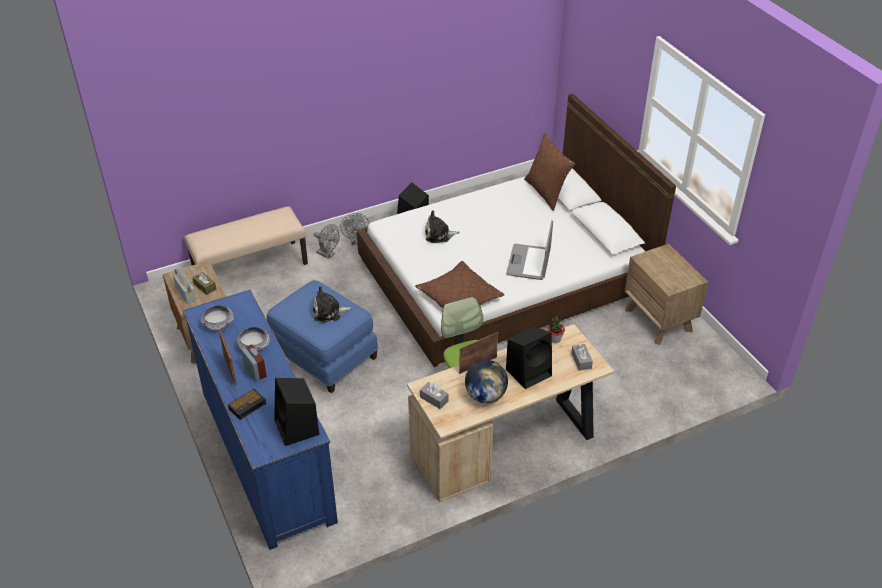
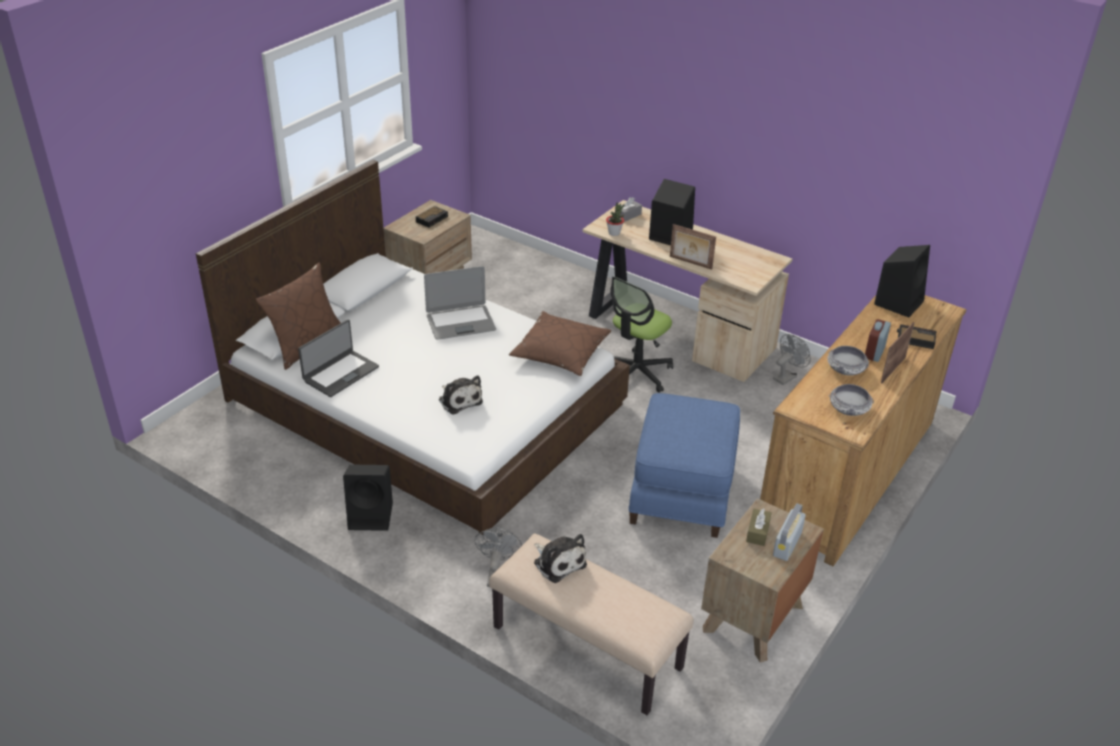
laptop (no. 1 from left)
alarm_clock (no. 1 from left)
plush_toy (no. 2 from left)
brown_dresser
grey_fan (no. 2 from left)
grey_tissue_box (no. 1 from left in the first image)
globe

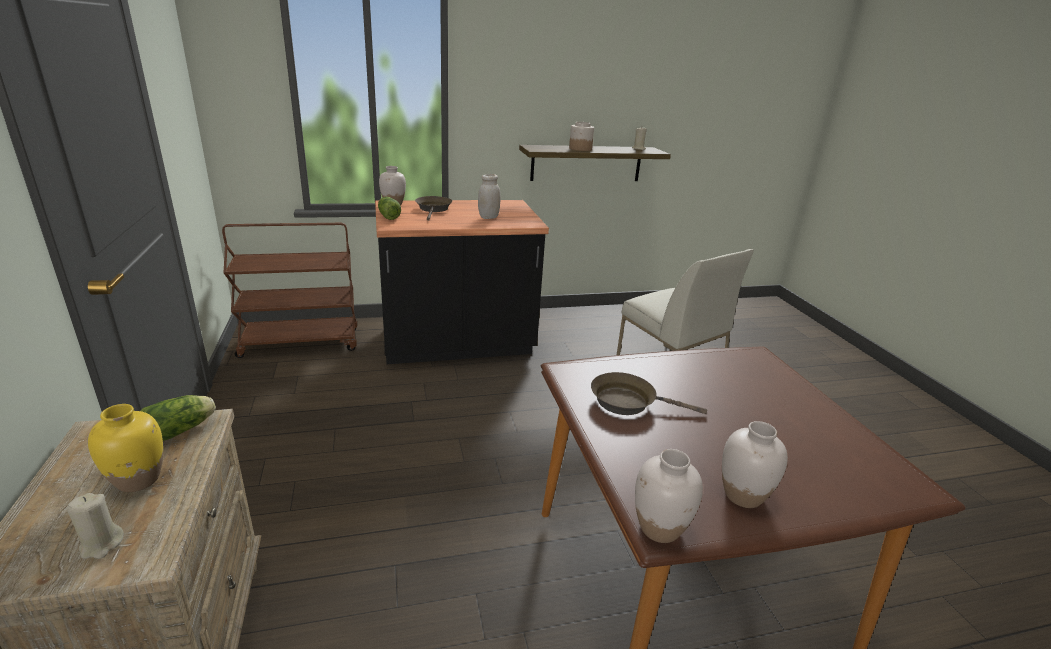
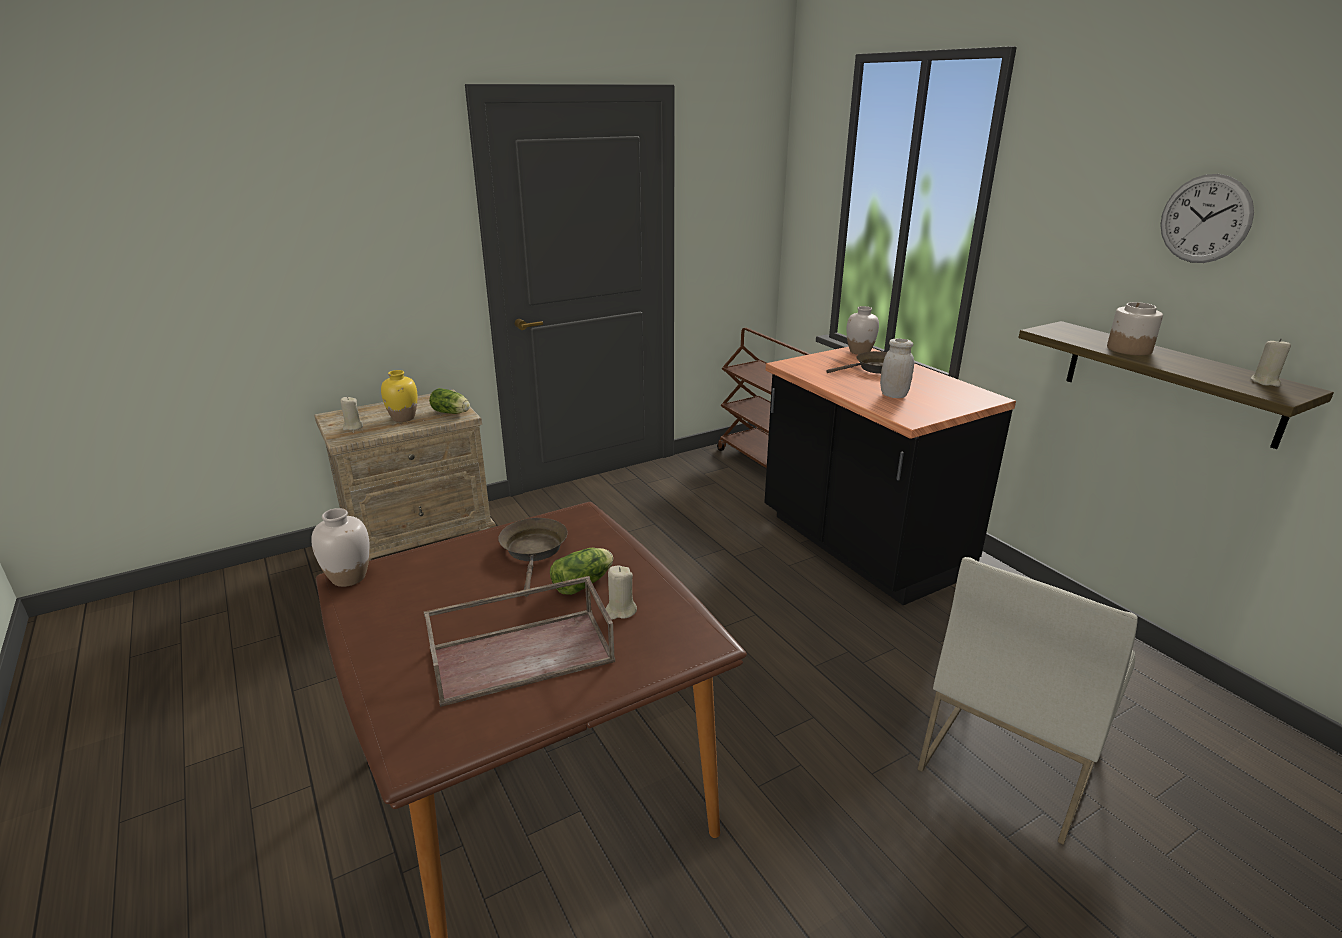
brown_tray
lettuce (no. 2 from left)
beige_candle (no. 2 from left)
wall_clock
white_vase (no. 3 from left in the first image)

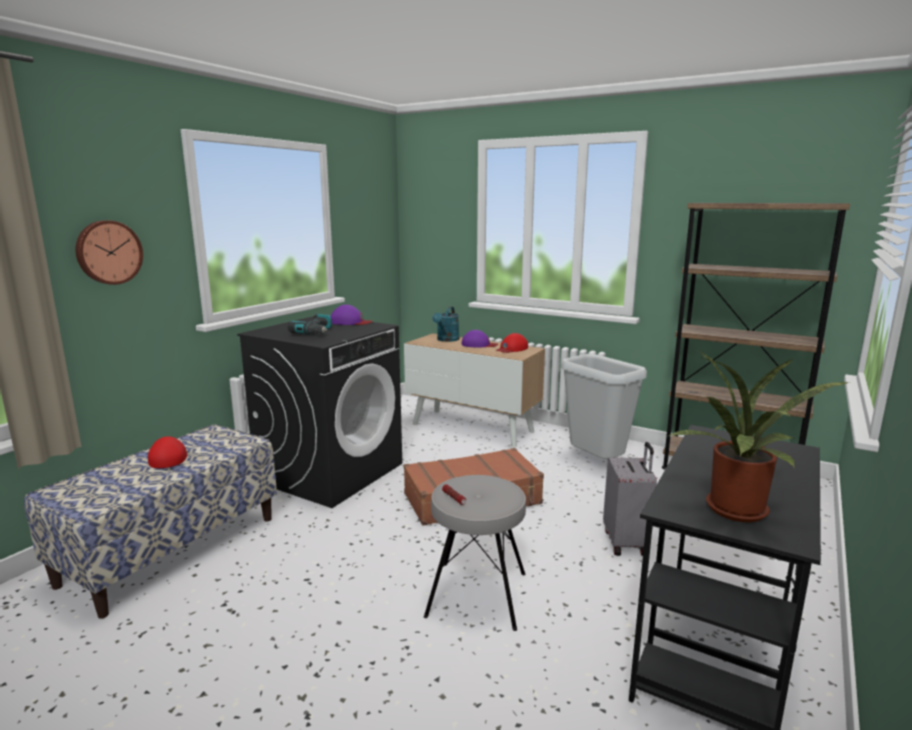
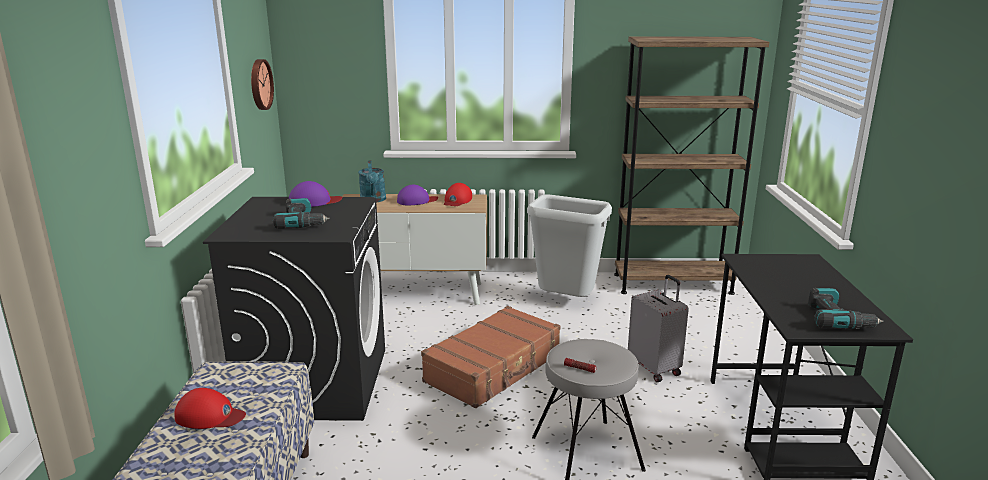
red_cap (no. 1 from left)
wall_clock
power_drill (no. 2 from left)

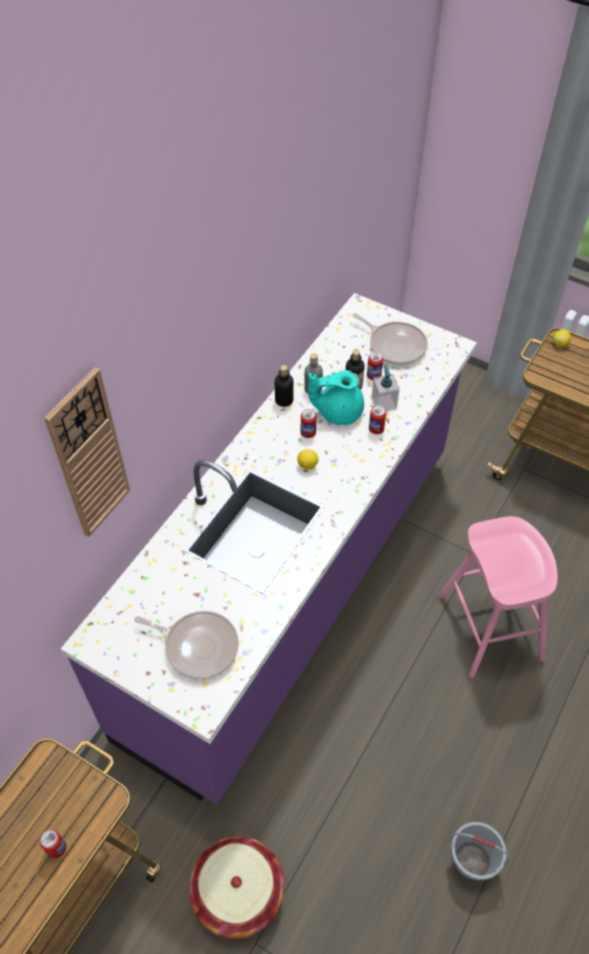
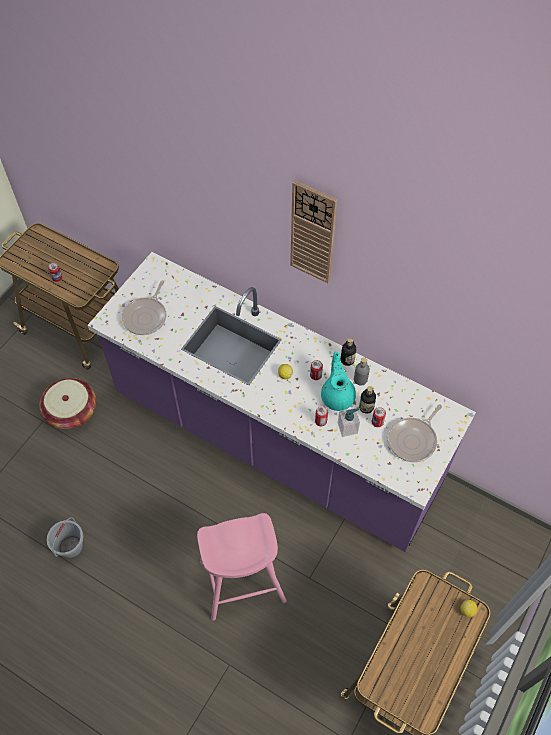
wall_clock

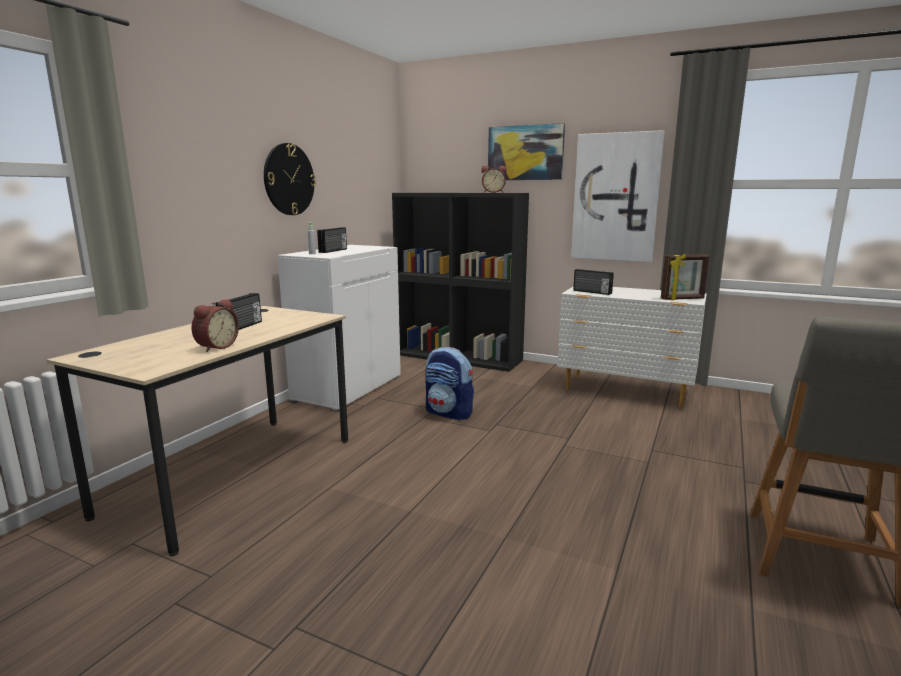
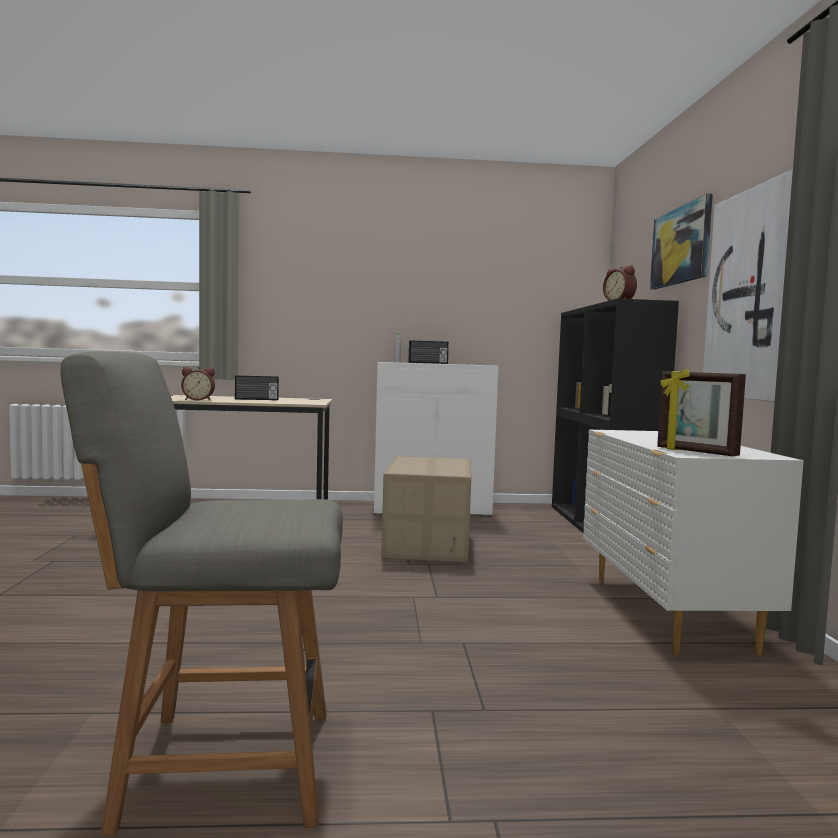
cardboard_box
wall_clock
radio (no. 3 from left in the first image)

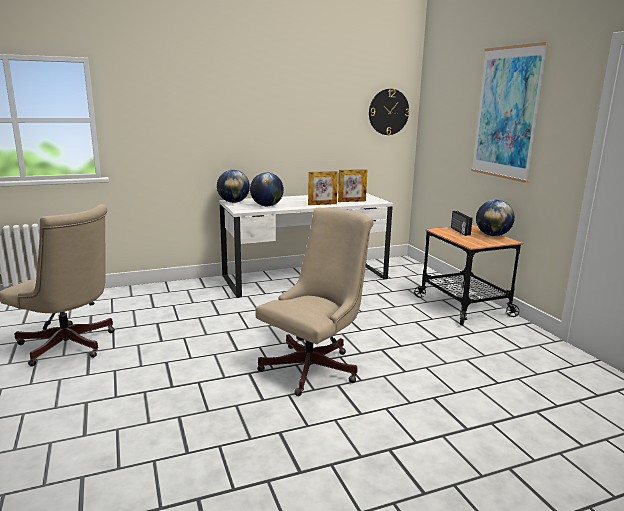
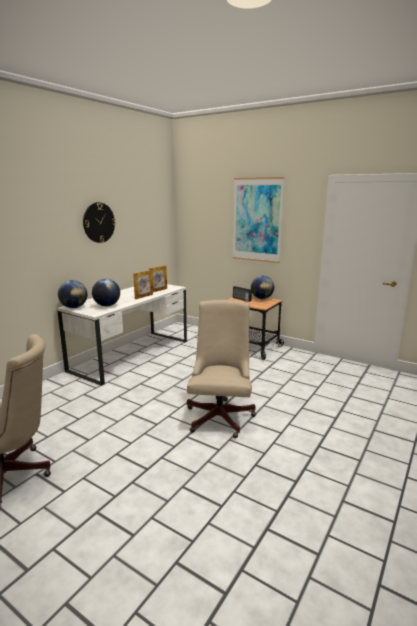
wall_clock

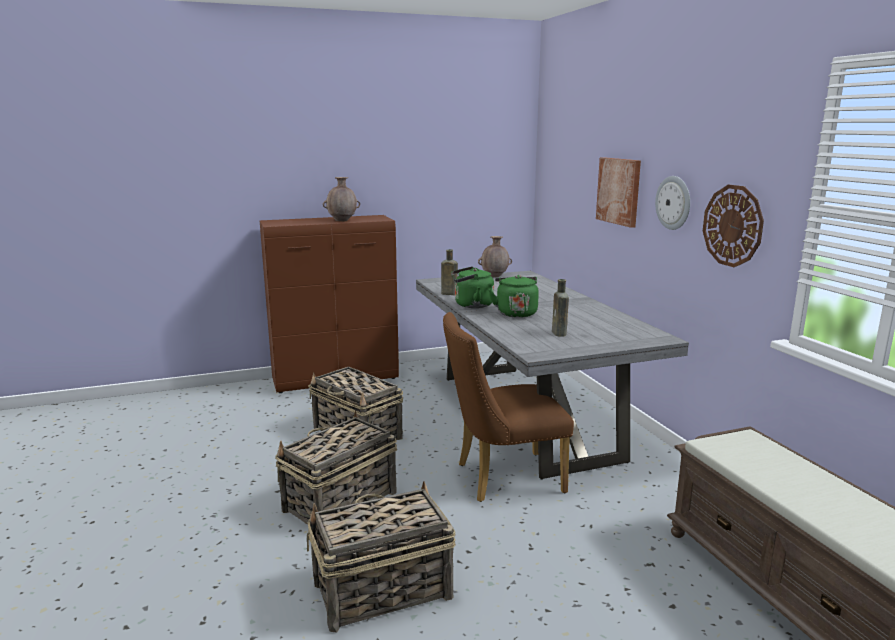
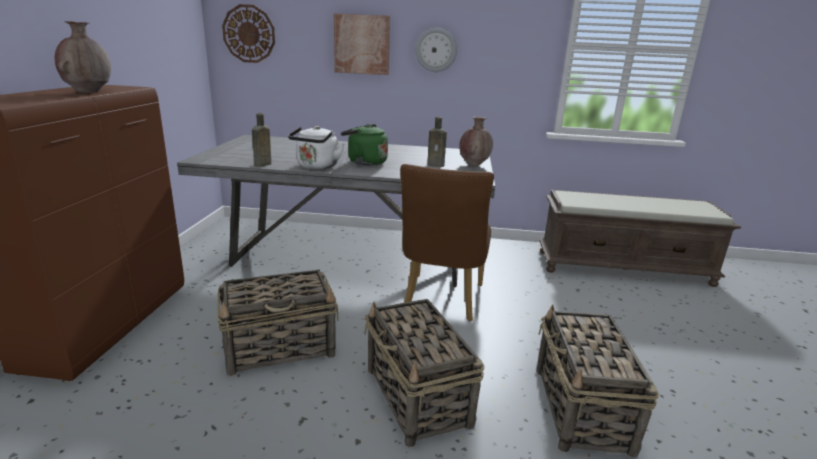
wall_clock (no. 1 from left)
white_kettle
brown_vase (no. 2 from left)

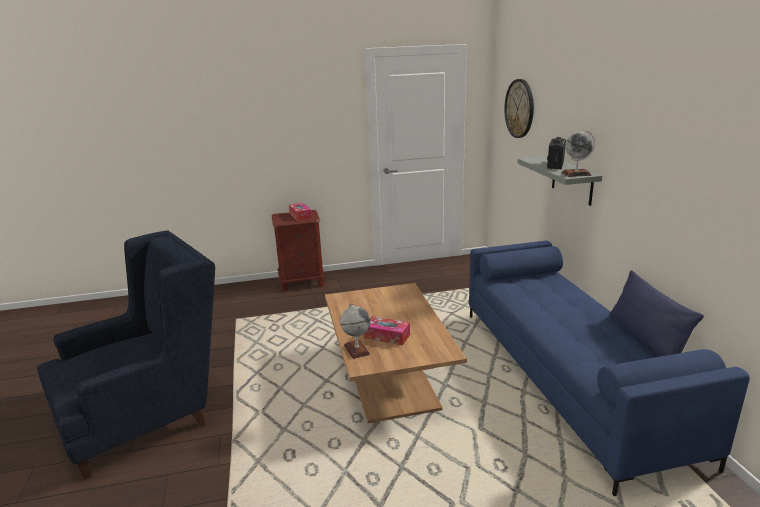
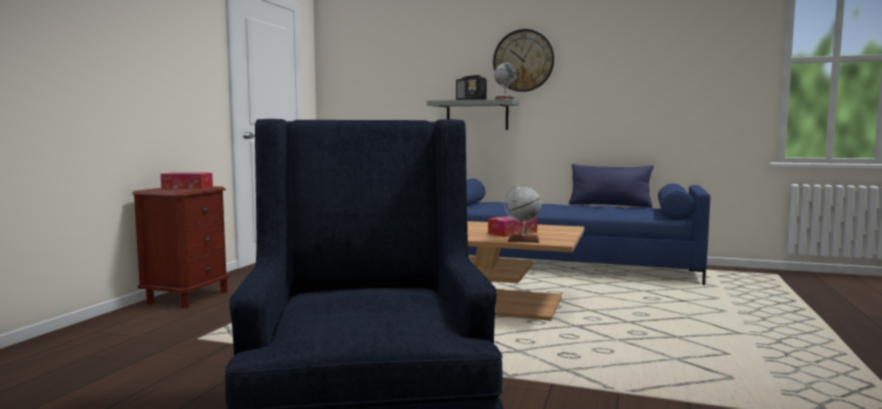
wall_clock

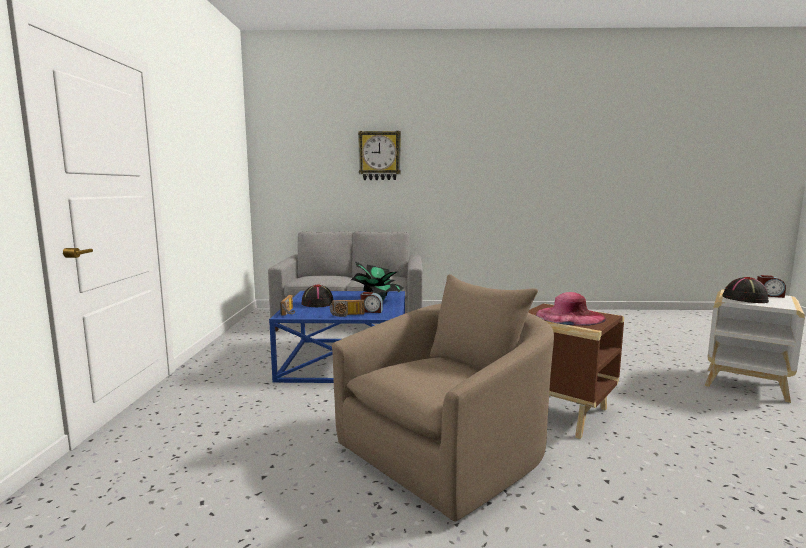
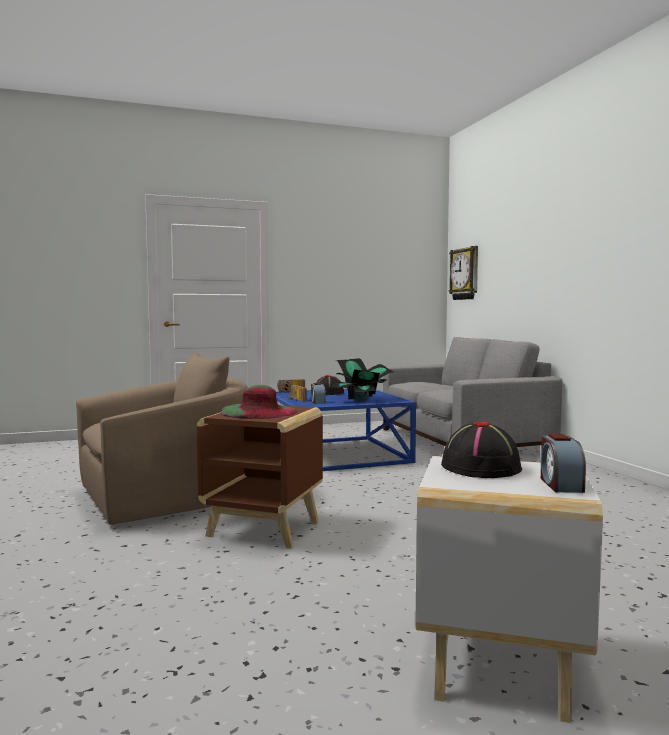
beige_armchair
green_hat
wall_clock

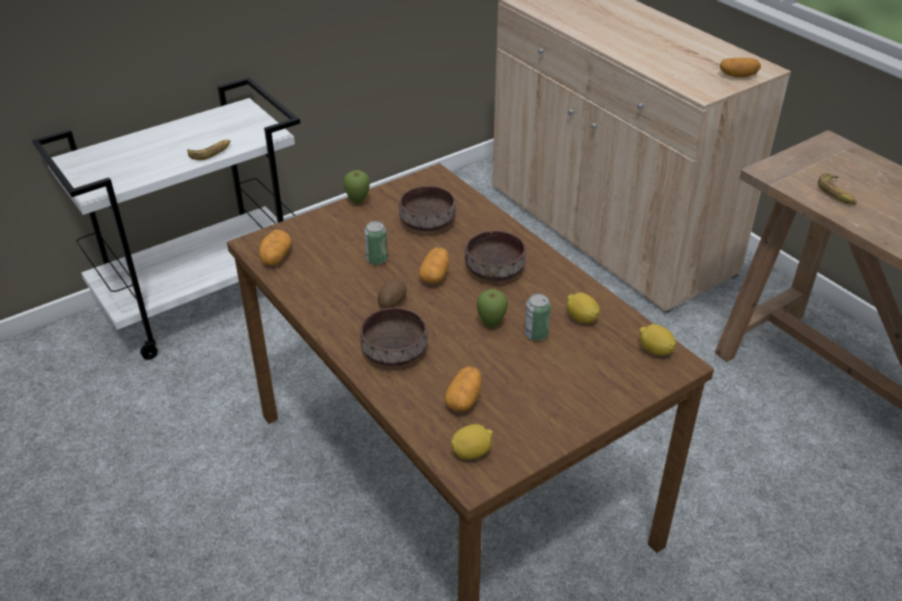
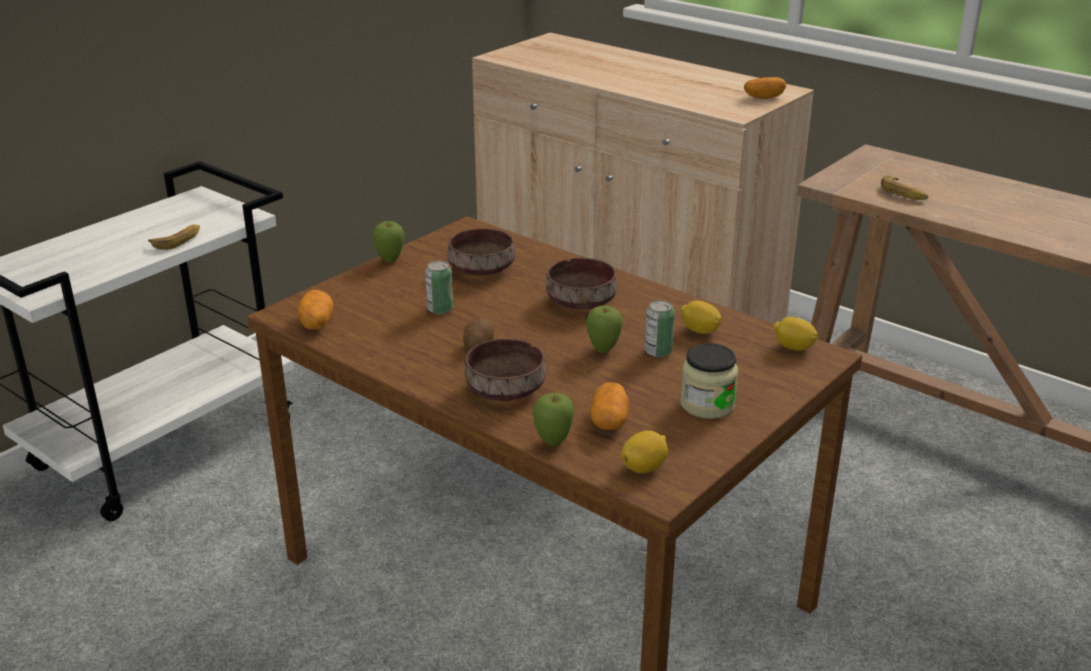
apple (no. 2 from left)
jar
potato (no. 3 from left in the first image)

